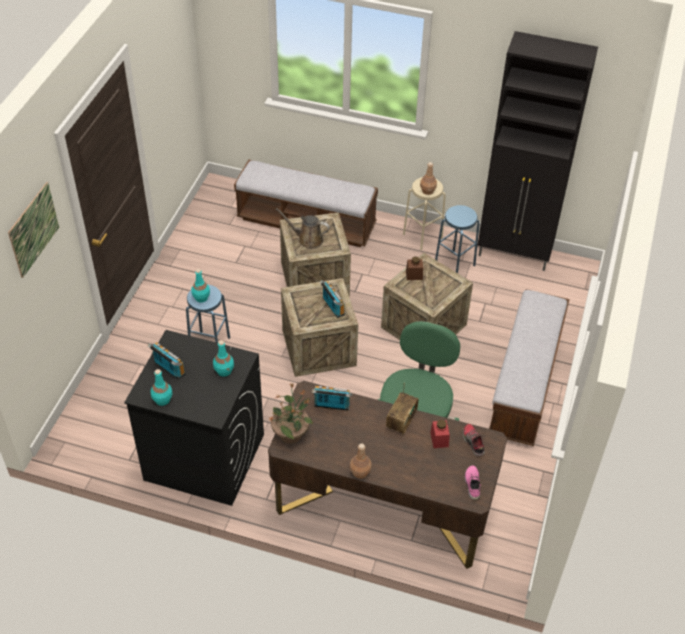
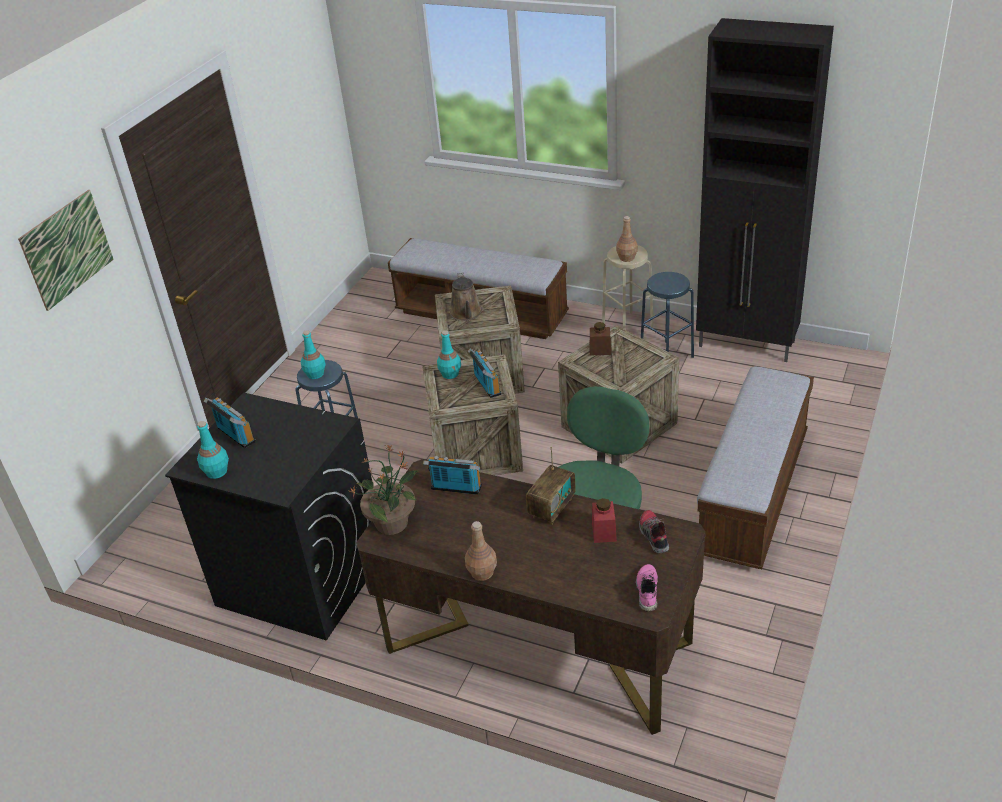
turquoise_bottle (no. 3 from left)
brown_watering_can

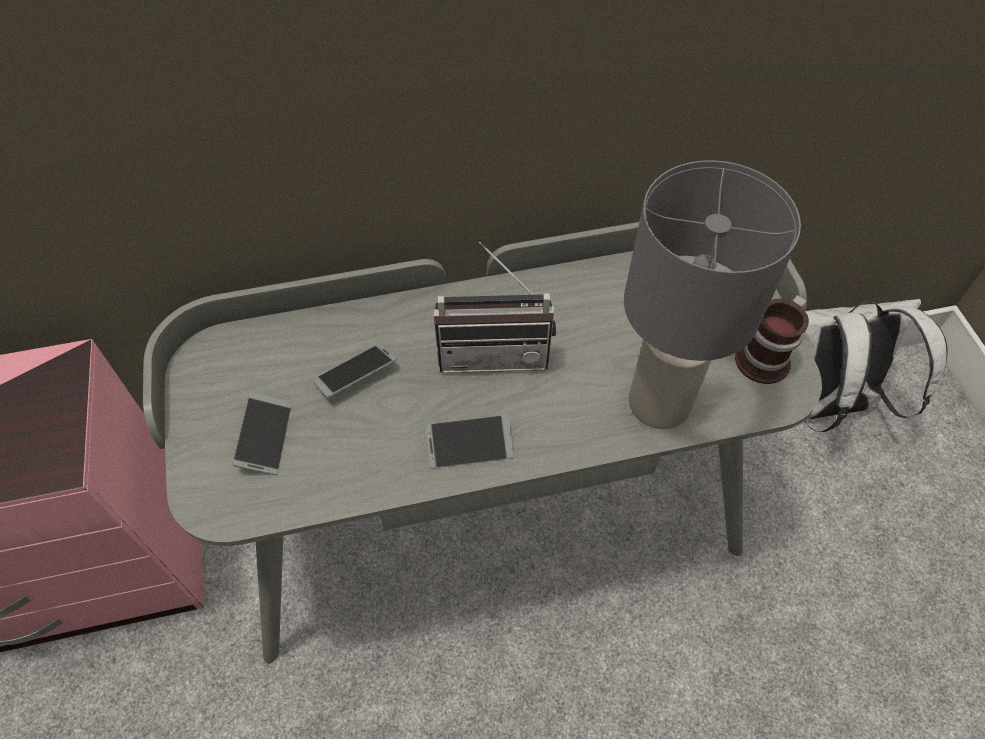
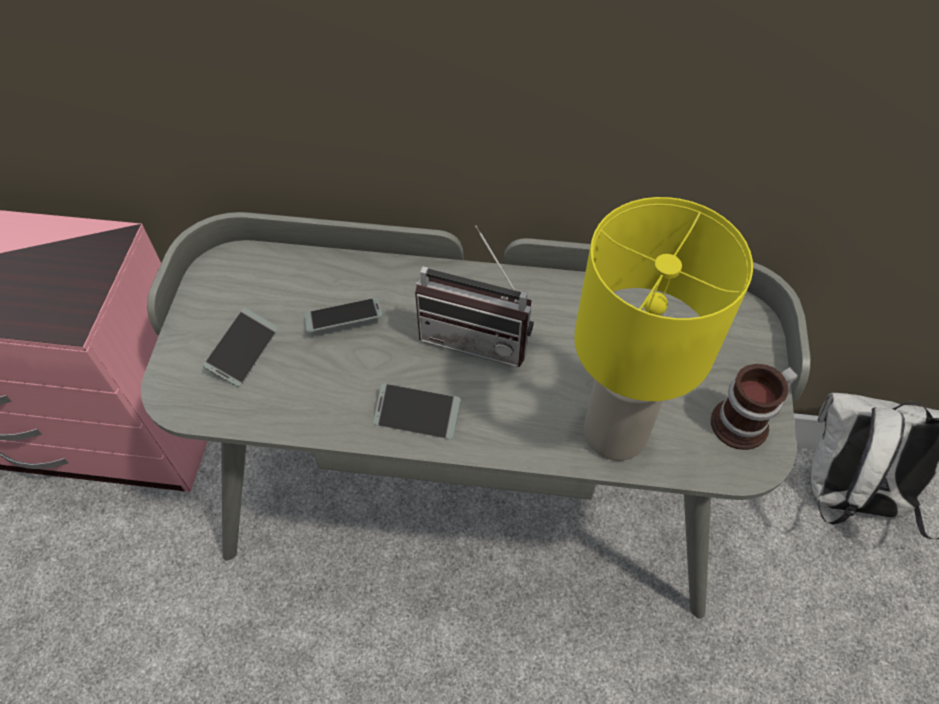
yellow_table_lamp

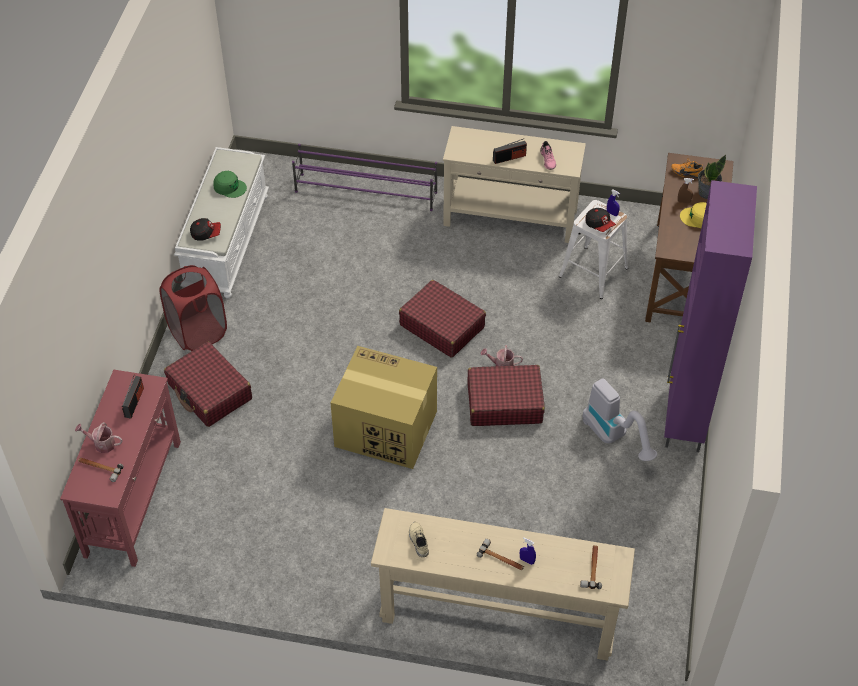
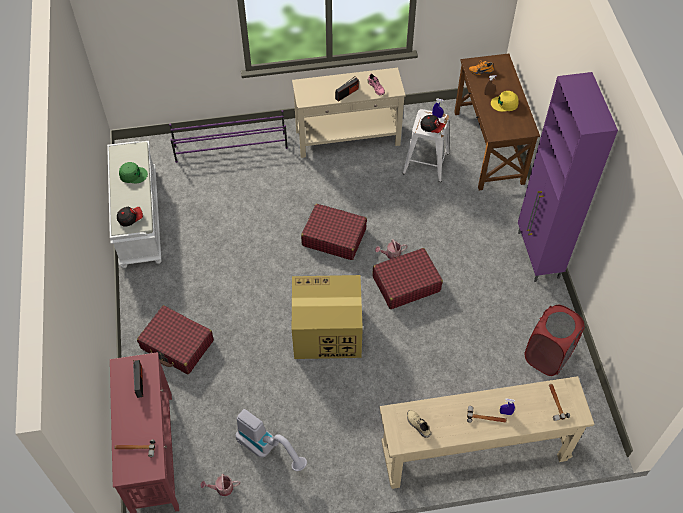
watering_can (no. 1 from left)
vacuum_cleaner
red_laundry_basket
potted_plant

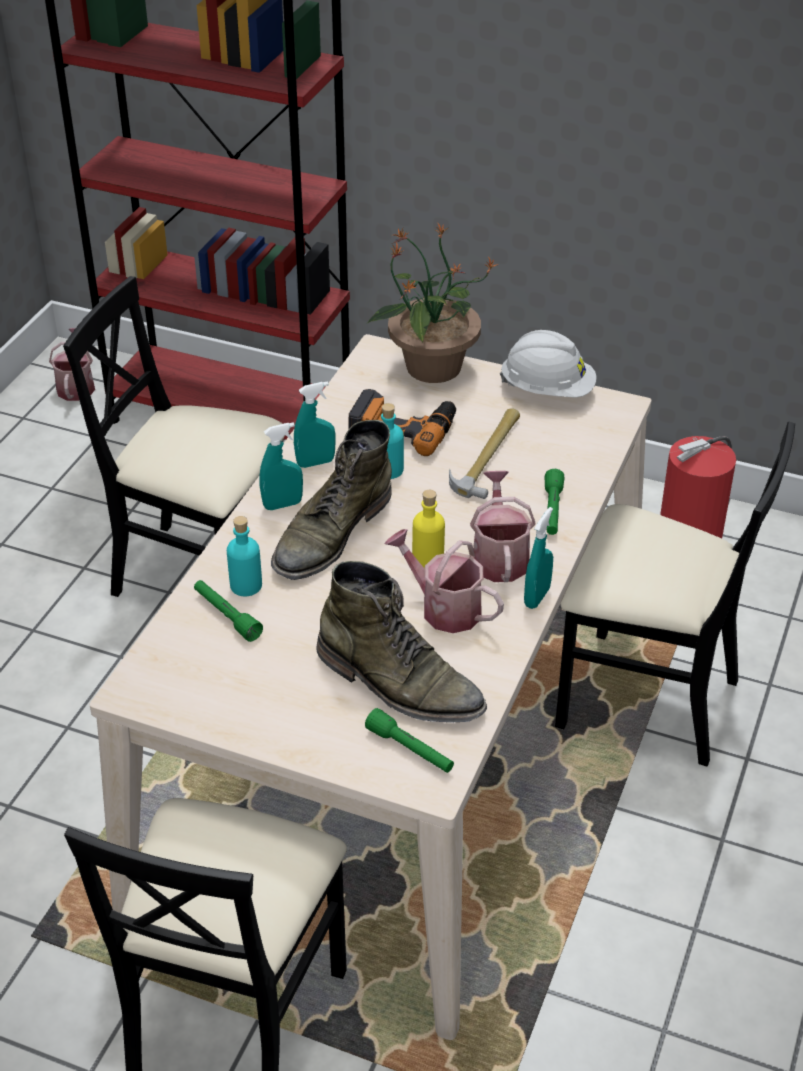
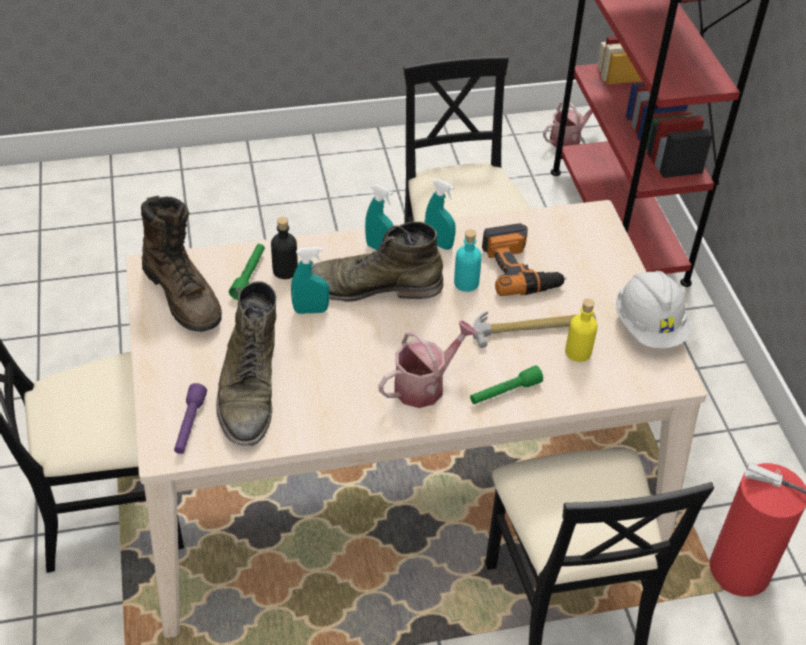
brown_boot
purple_flashlight
black_bottle
turquoise_spray_bottle (no. 1 from left)
yellow_bottle
potted_plant
watering_can (no. 2 from left in the first image)

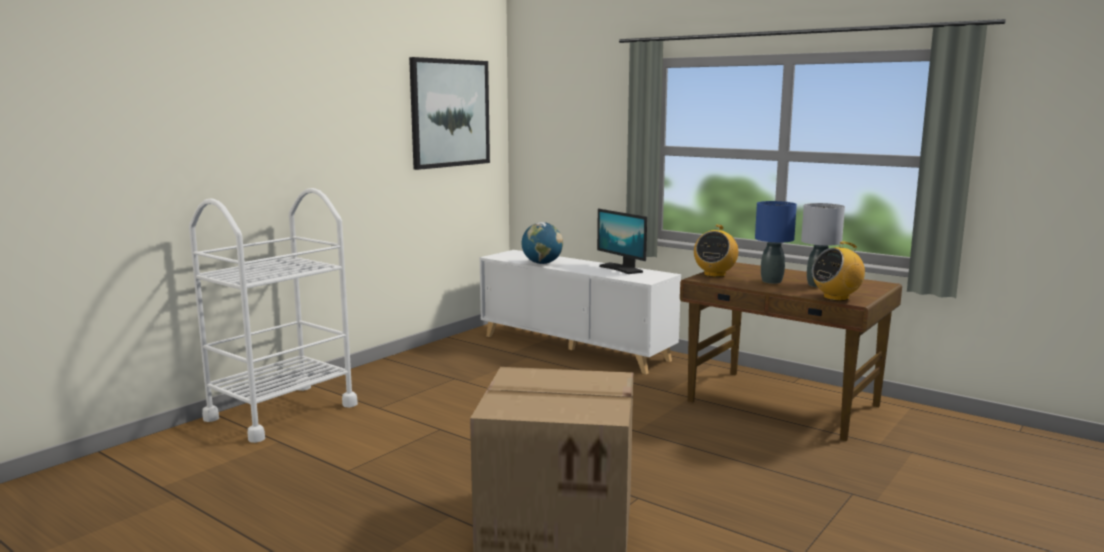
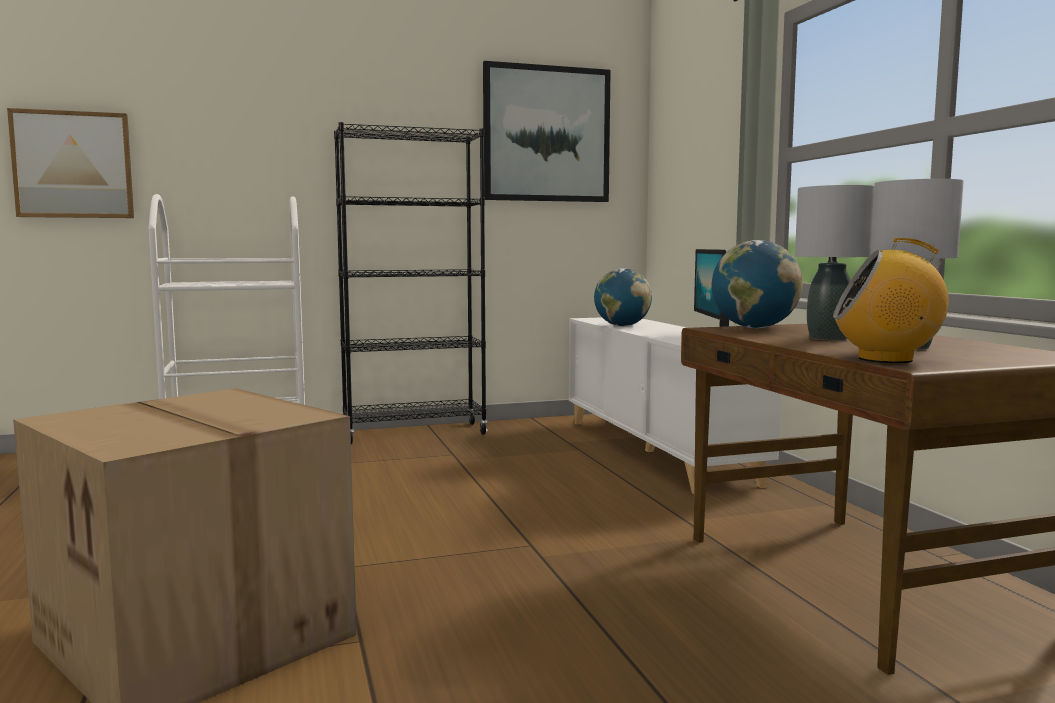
picture (no. 1 from left)
black_bookcase
globe (no. 2 from left)
grey_table_lamp (no. 1 from left)

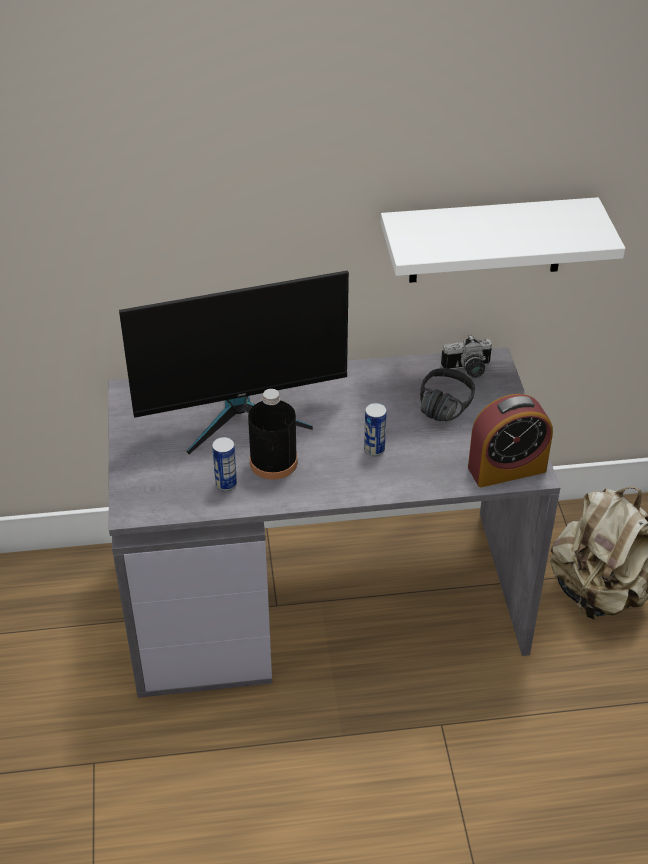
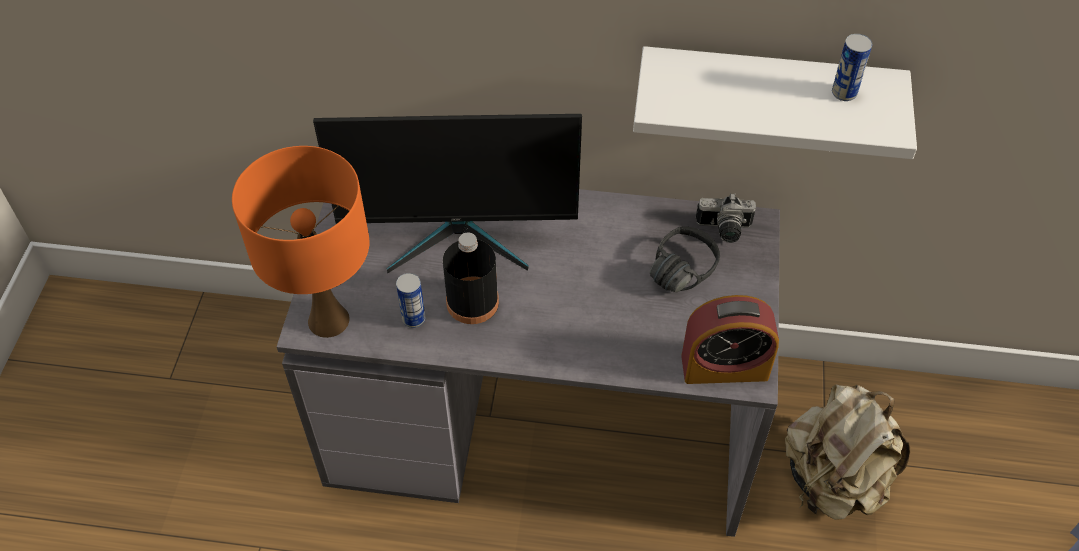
orange_table_lamp
can (no. 2 from left)

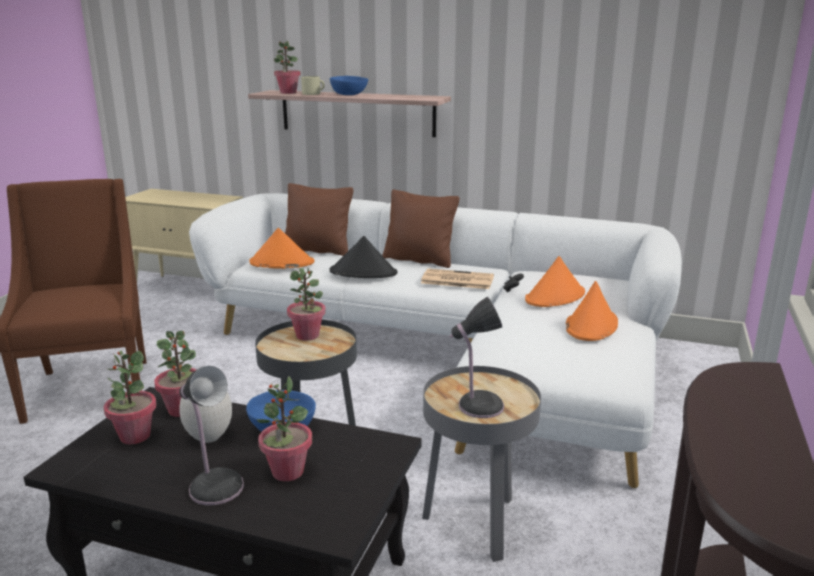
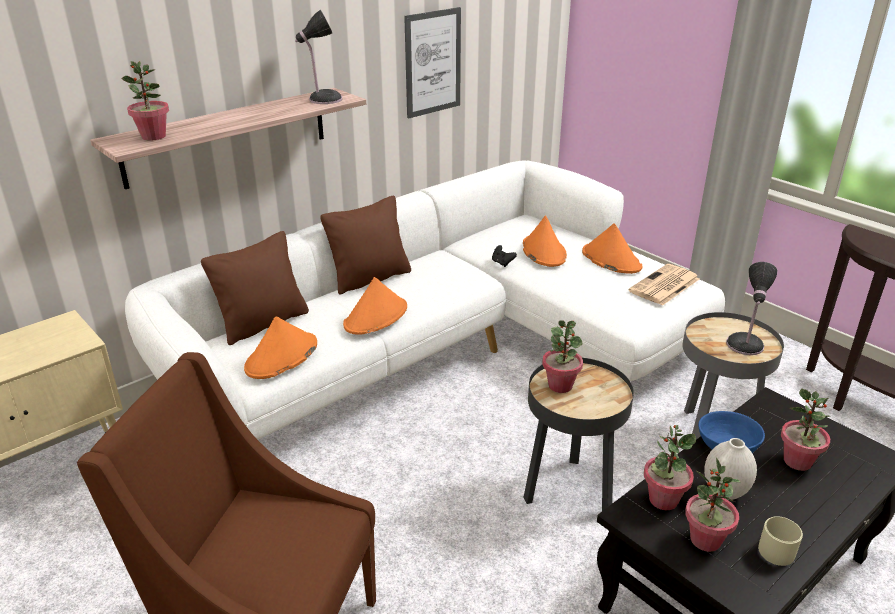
table_lamp (no. 1 from left)
orange_hat (no. 2 from left)
picture
newspaper
beige_mug
blue_bowl (no. 2 from left in the first image)

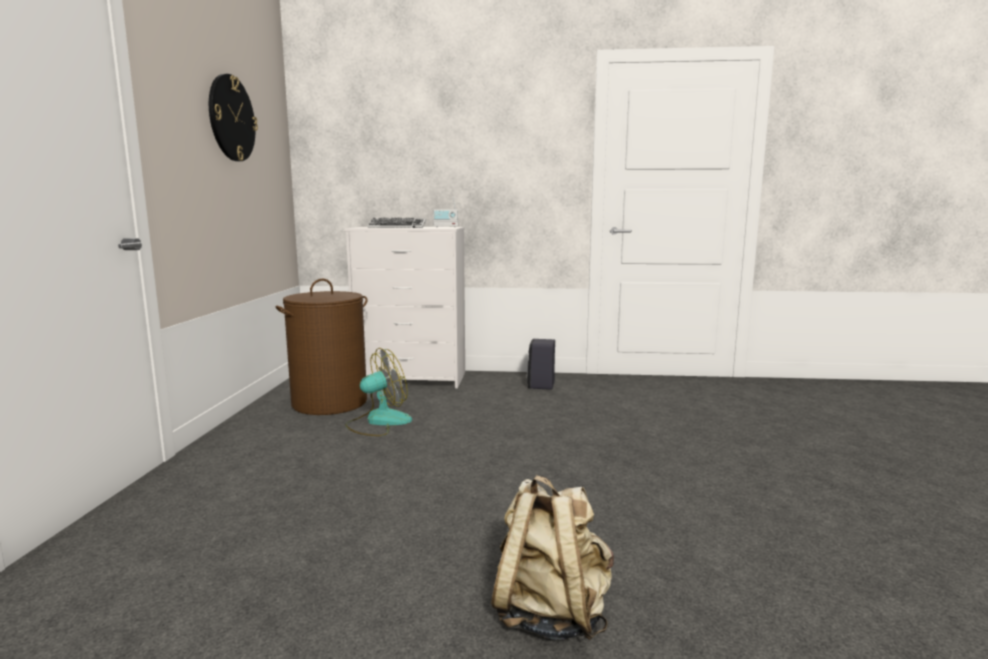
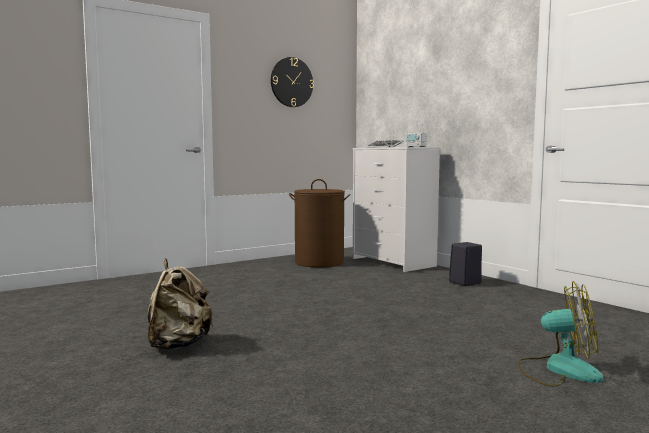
fan

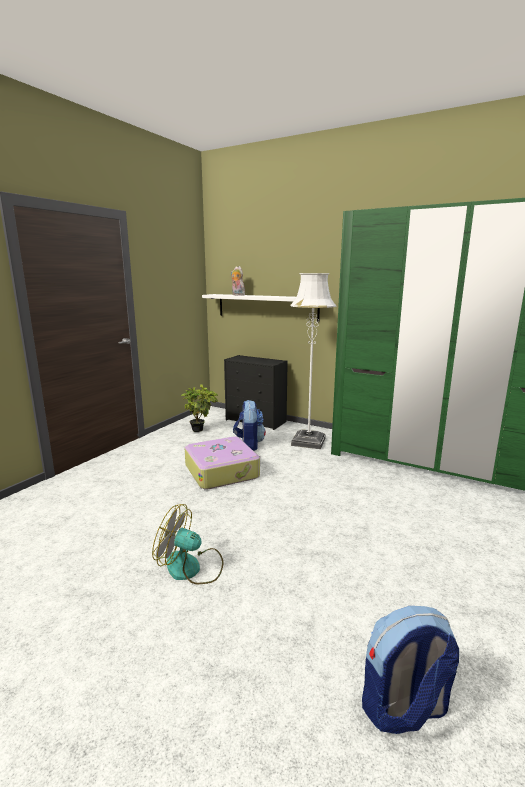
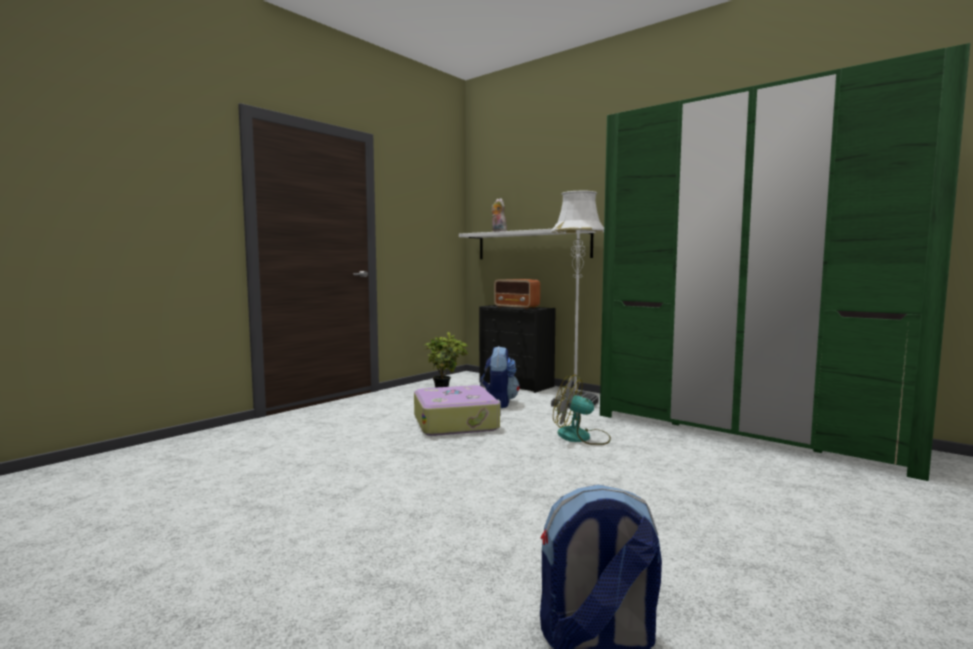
radio
fan

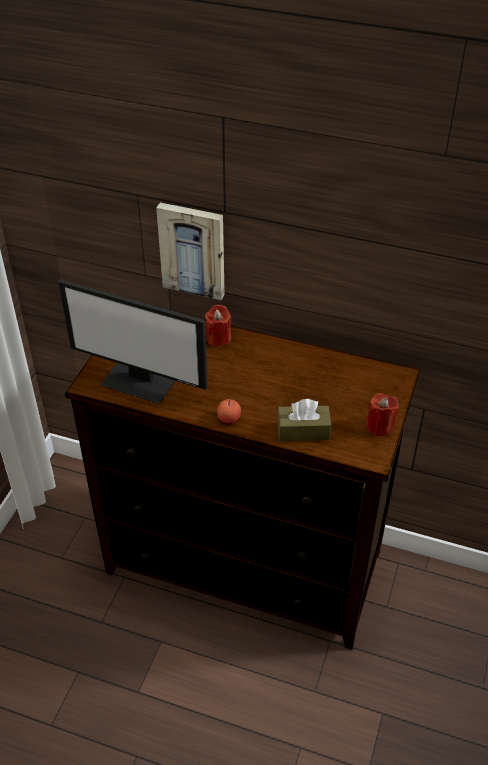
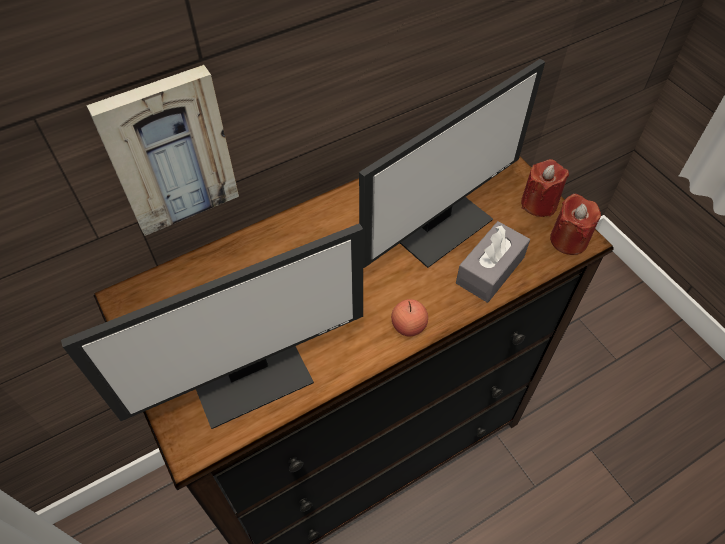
monitor (no. 2 from left)
grey_tissue_box
red_candle (no. 2 from left)

